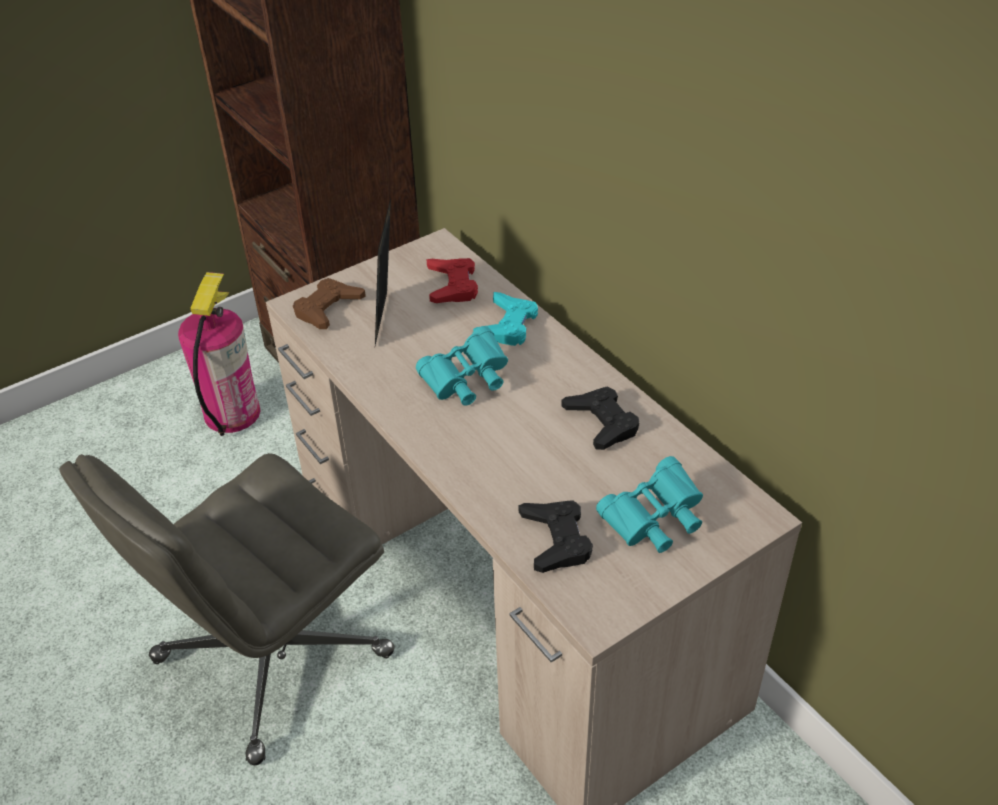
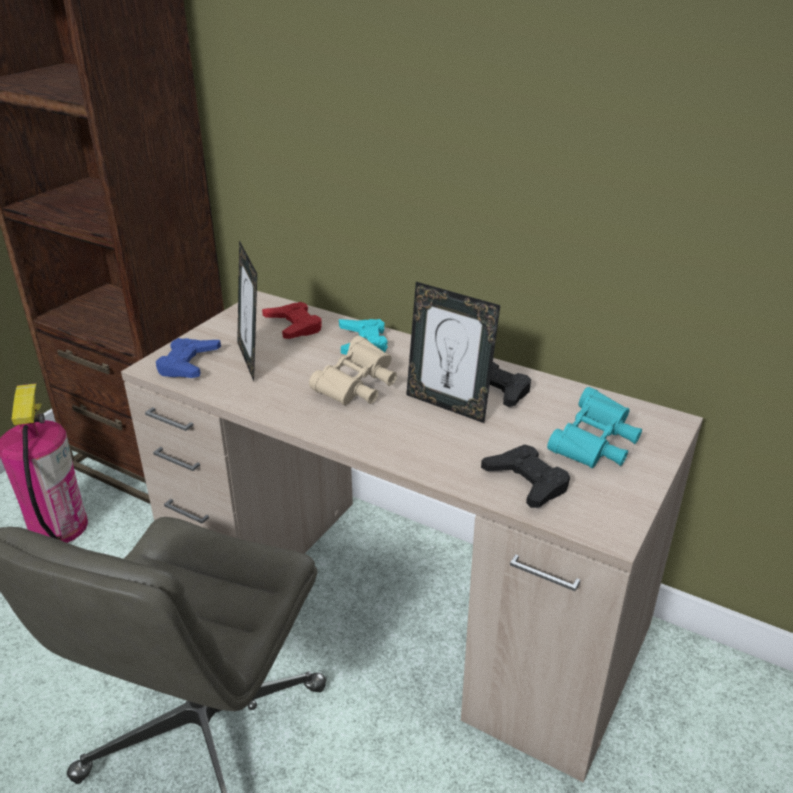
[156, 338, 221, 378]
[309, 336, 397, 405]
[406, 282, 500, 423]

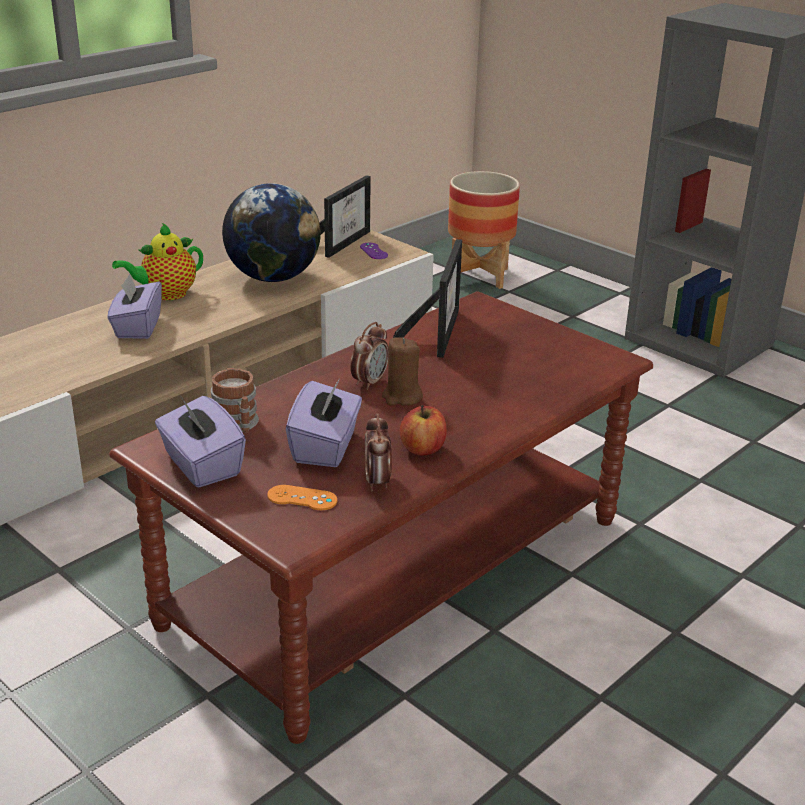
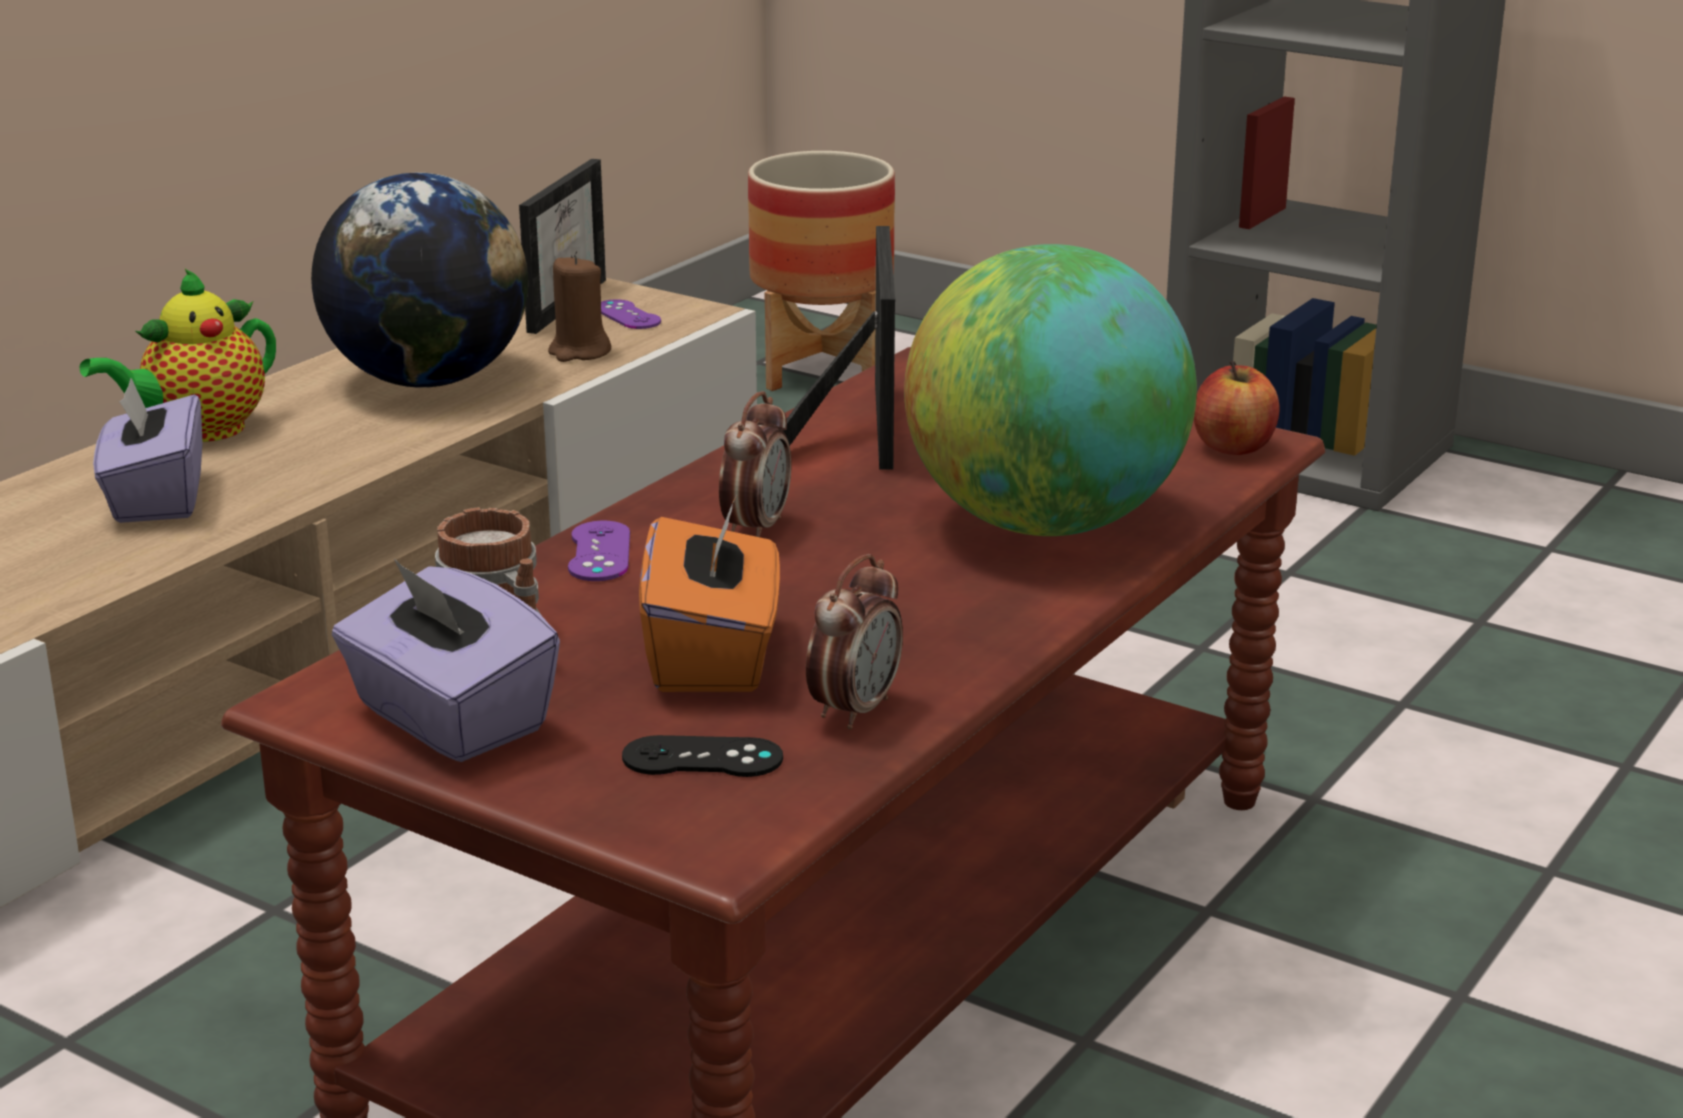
[548, 255, 611, 362]
[639, 496, 780, 692]
[1194, 361, 1279, 455]
[806, 554, 903, 730]
[622, 735, 783, 777]
[904, 244, 1197, 536]
[568, 521, 630, 581]

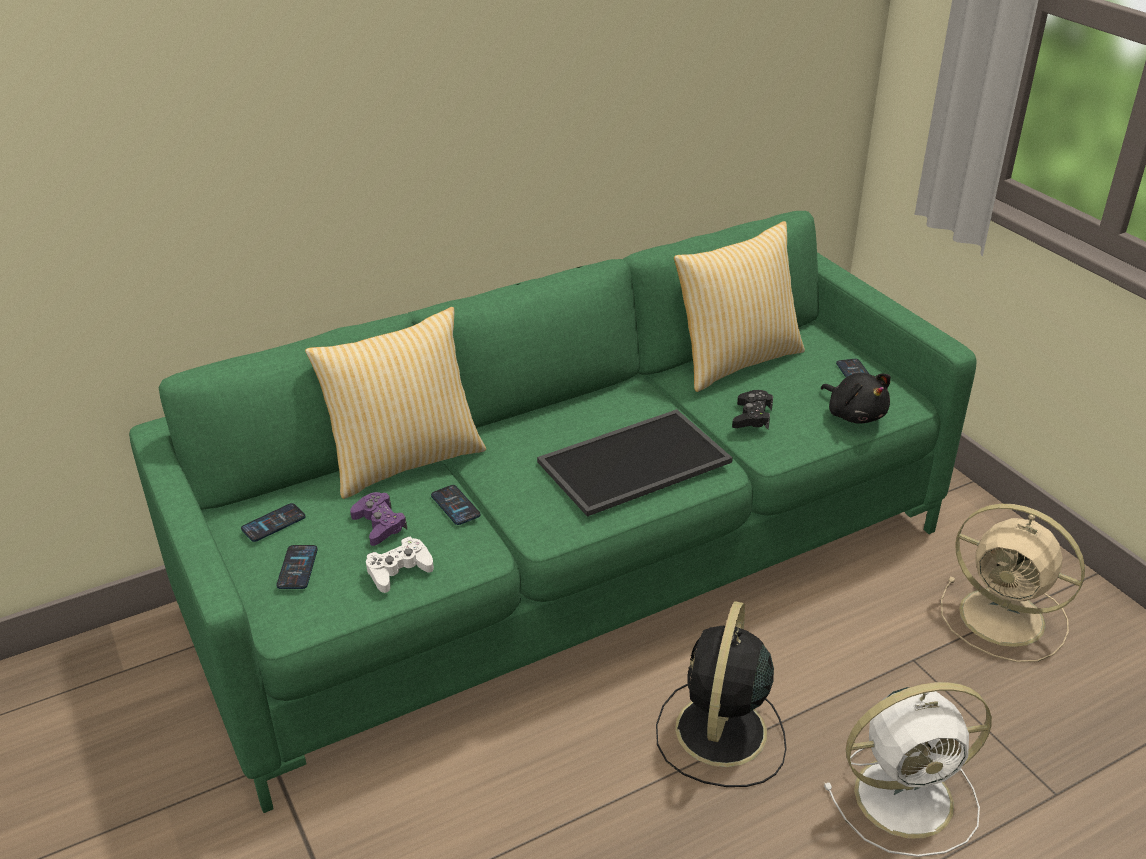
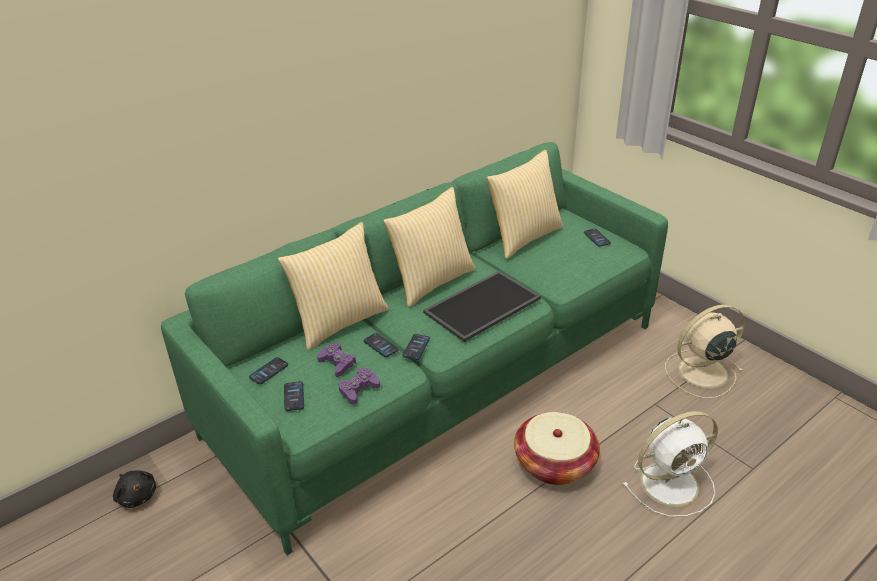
[113, 470, 156, 508]
[732, 390, 773, 429] (first image)
[665, 304, 745, 399]
[338, 368, 380, 405]
[514, 412, 600, 485]
[383, 187, 475, 307]
[403, 334, 430, 360]

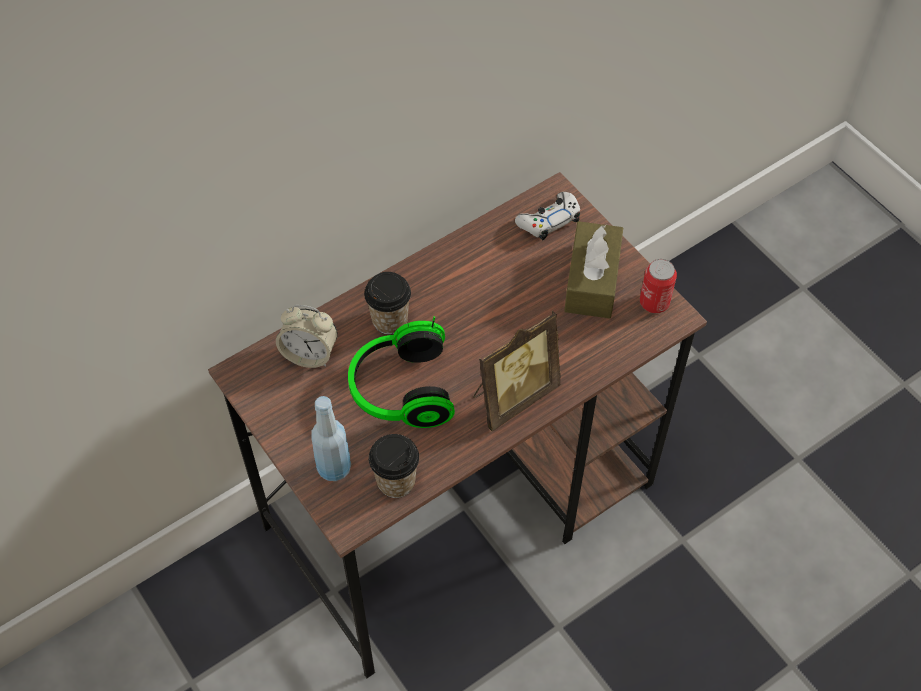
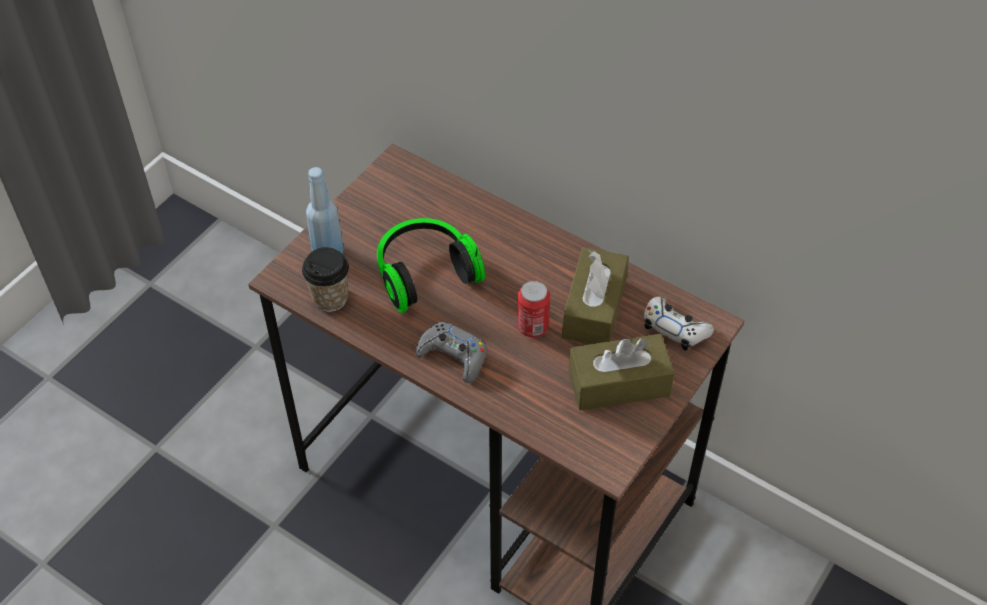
[517, 281, 550, 337]
[364, 272, 411, 335] (first image)
[276, 305, 338, 368] (first image)
[415, 322, 487, 383]
[562, 247, 629, 344]

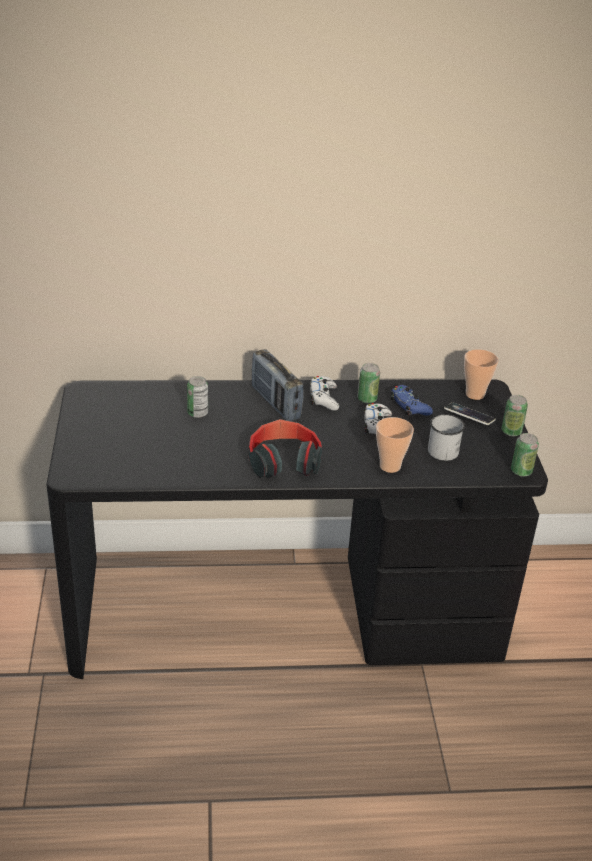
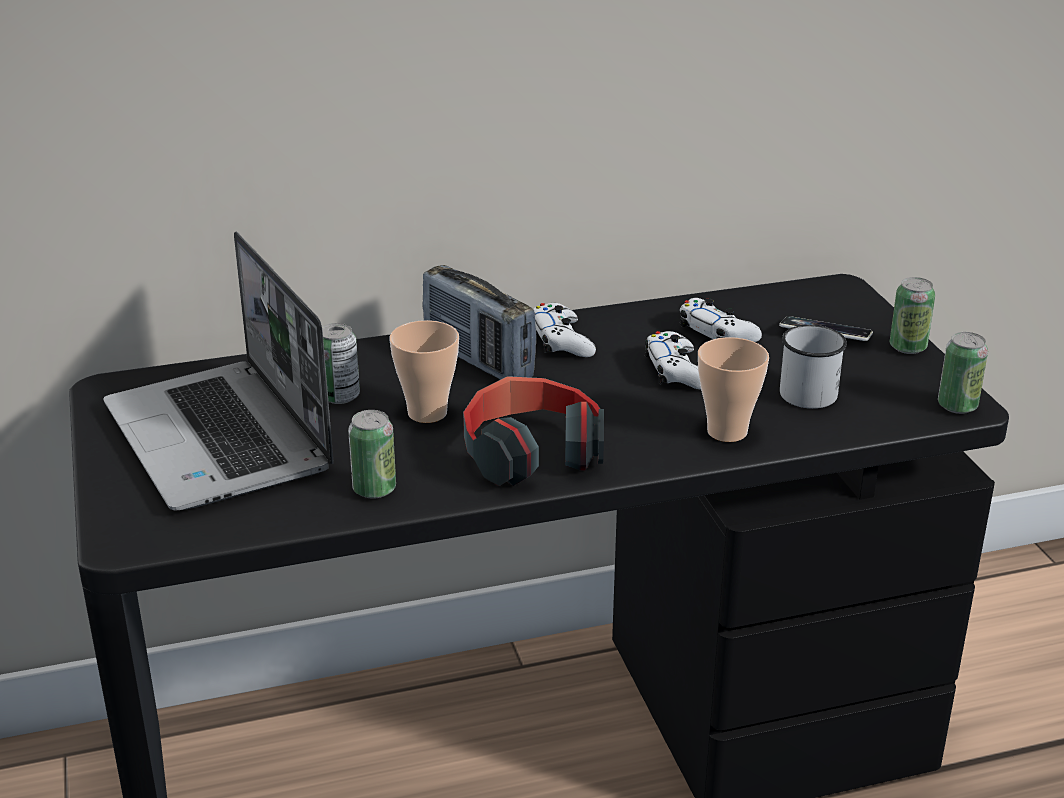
[390, 320, 459, 423]
[348, 410, 396, 499]
[680, 298, 762, 342]
[103, 231, 333, 511]

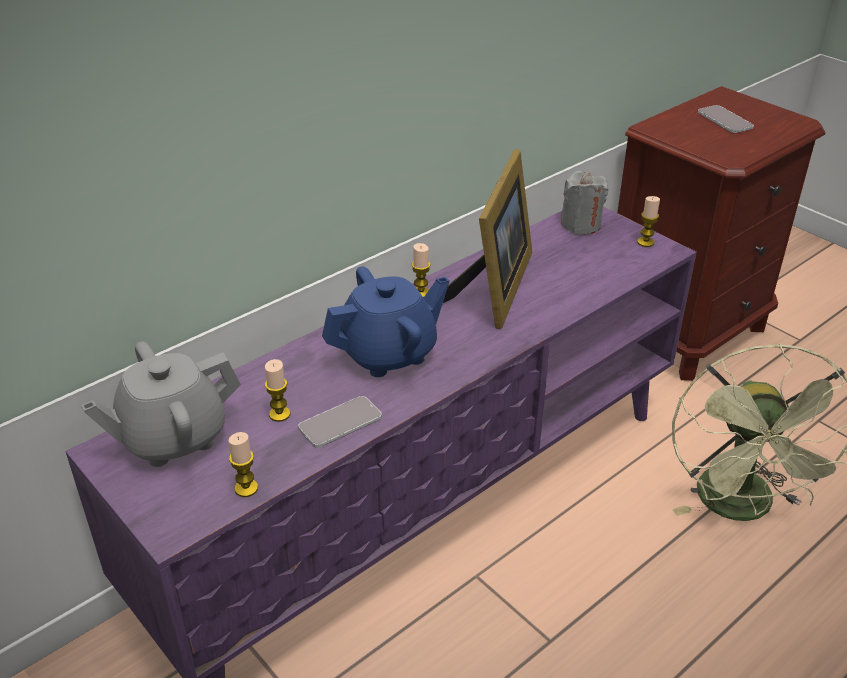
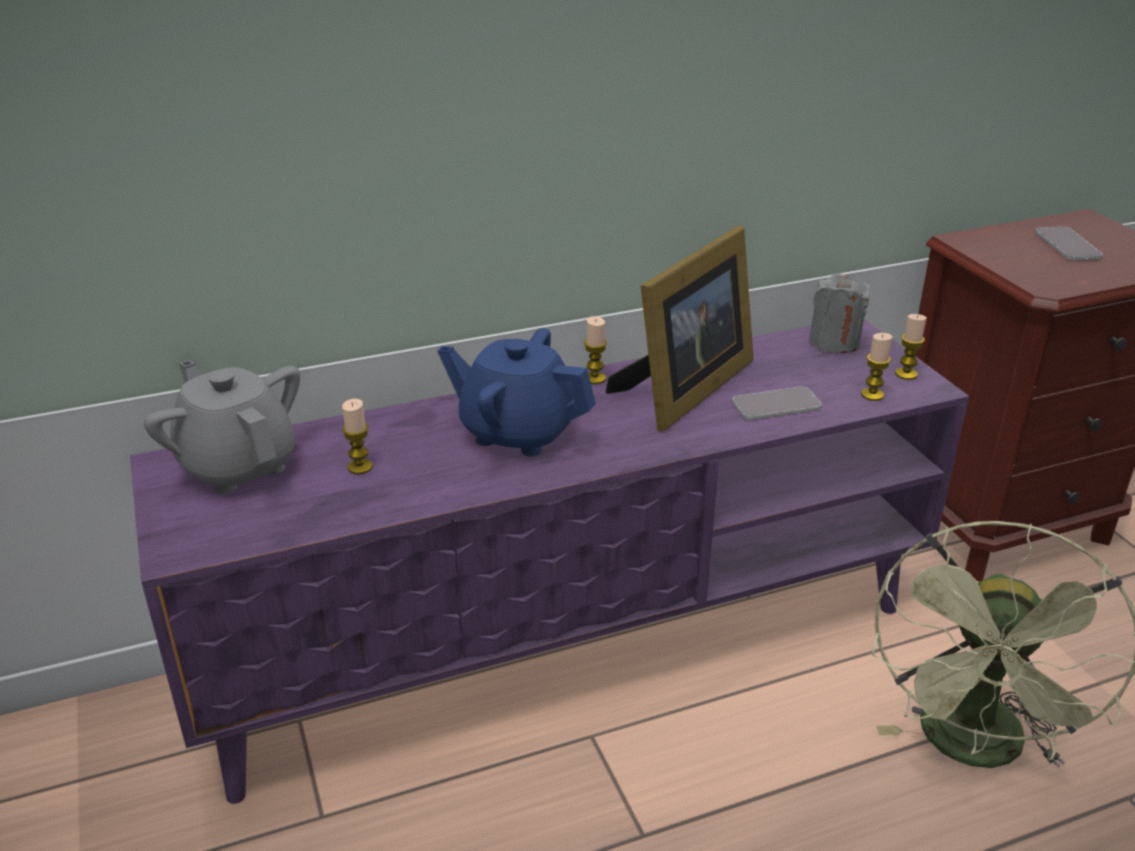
[437, 328, 596, 457]
[144, 360, 300, 494]
[732, 386, 822, 420]
[861, 333, 892, 401]

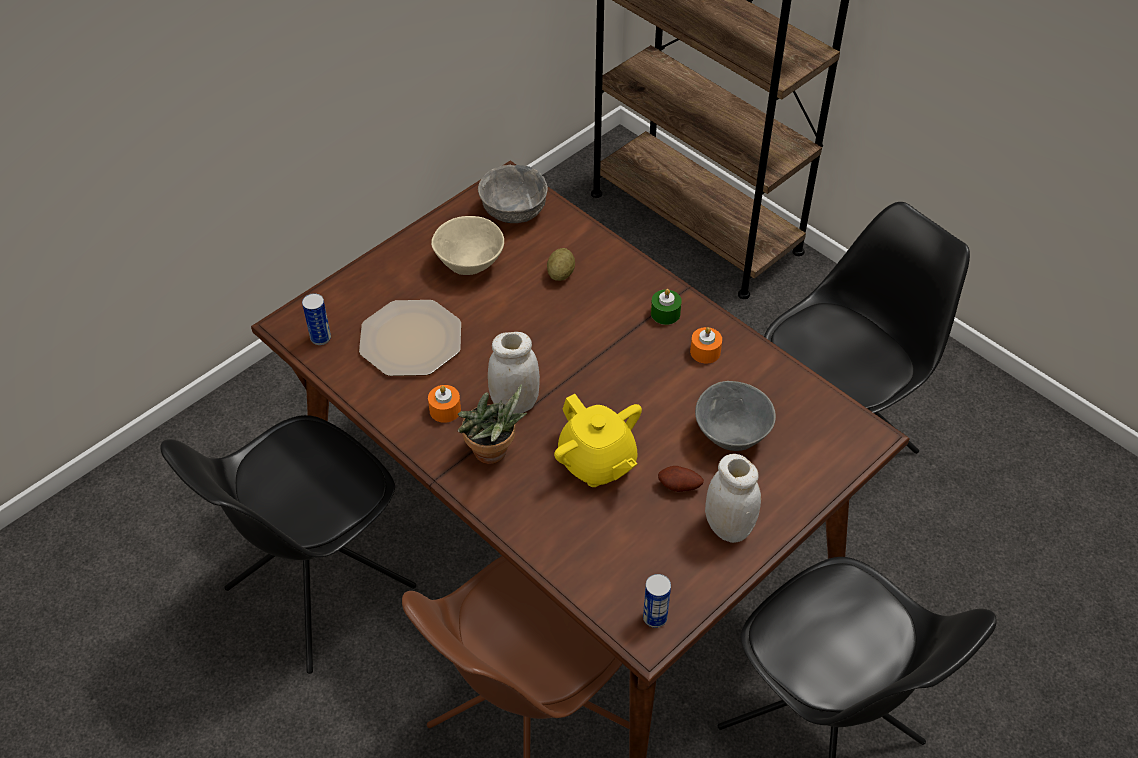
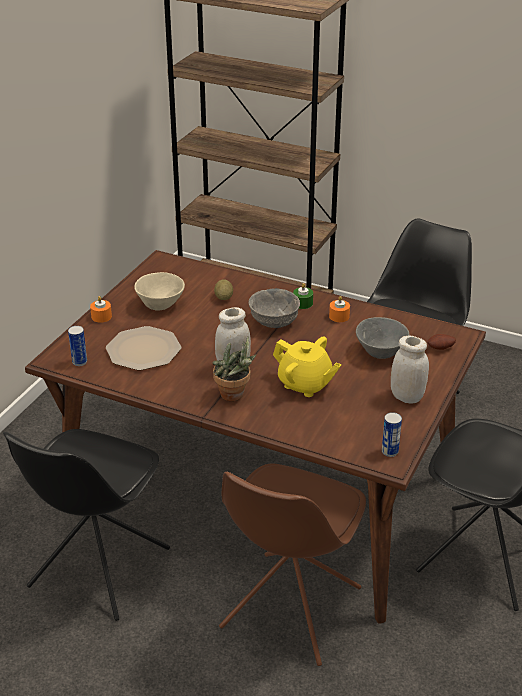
[249, 288, 300, 328]
[90, 296, 112, 323]
[427, 334, 456, 350]

